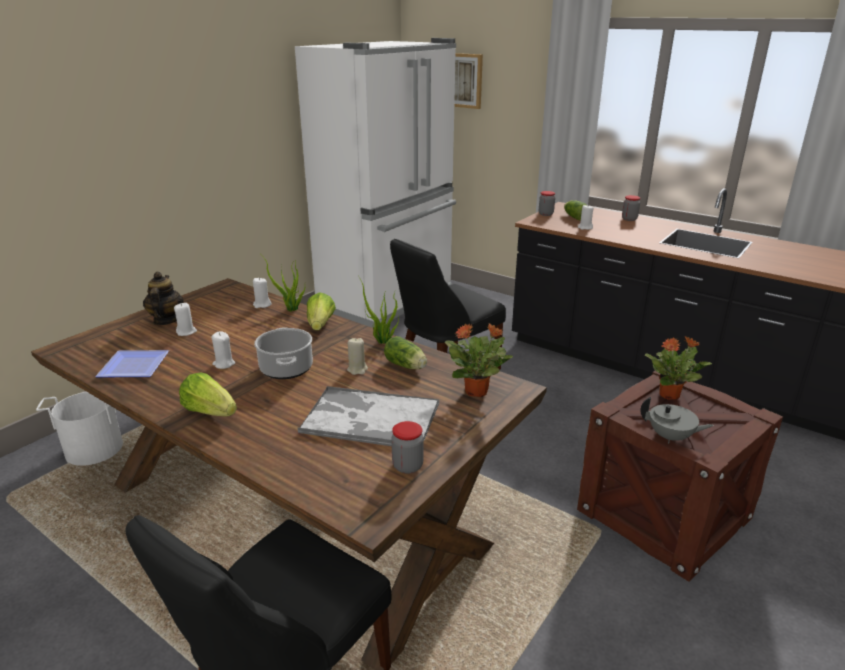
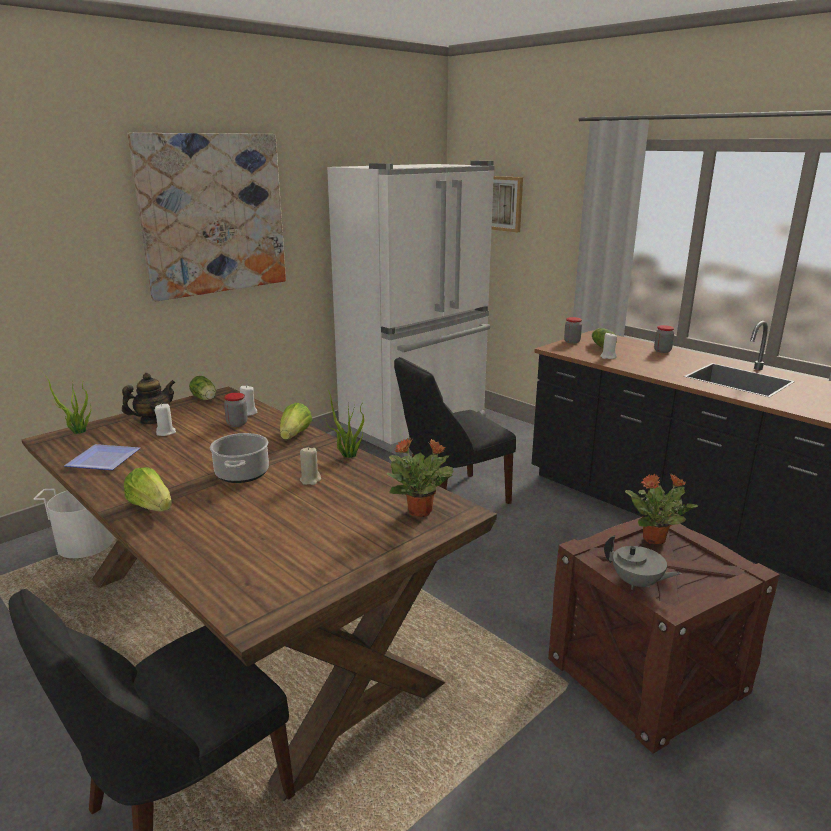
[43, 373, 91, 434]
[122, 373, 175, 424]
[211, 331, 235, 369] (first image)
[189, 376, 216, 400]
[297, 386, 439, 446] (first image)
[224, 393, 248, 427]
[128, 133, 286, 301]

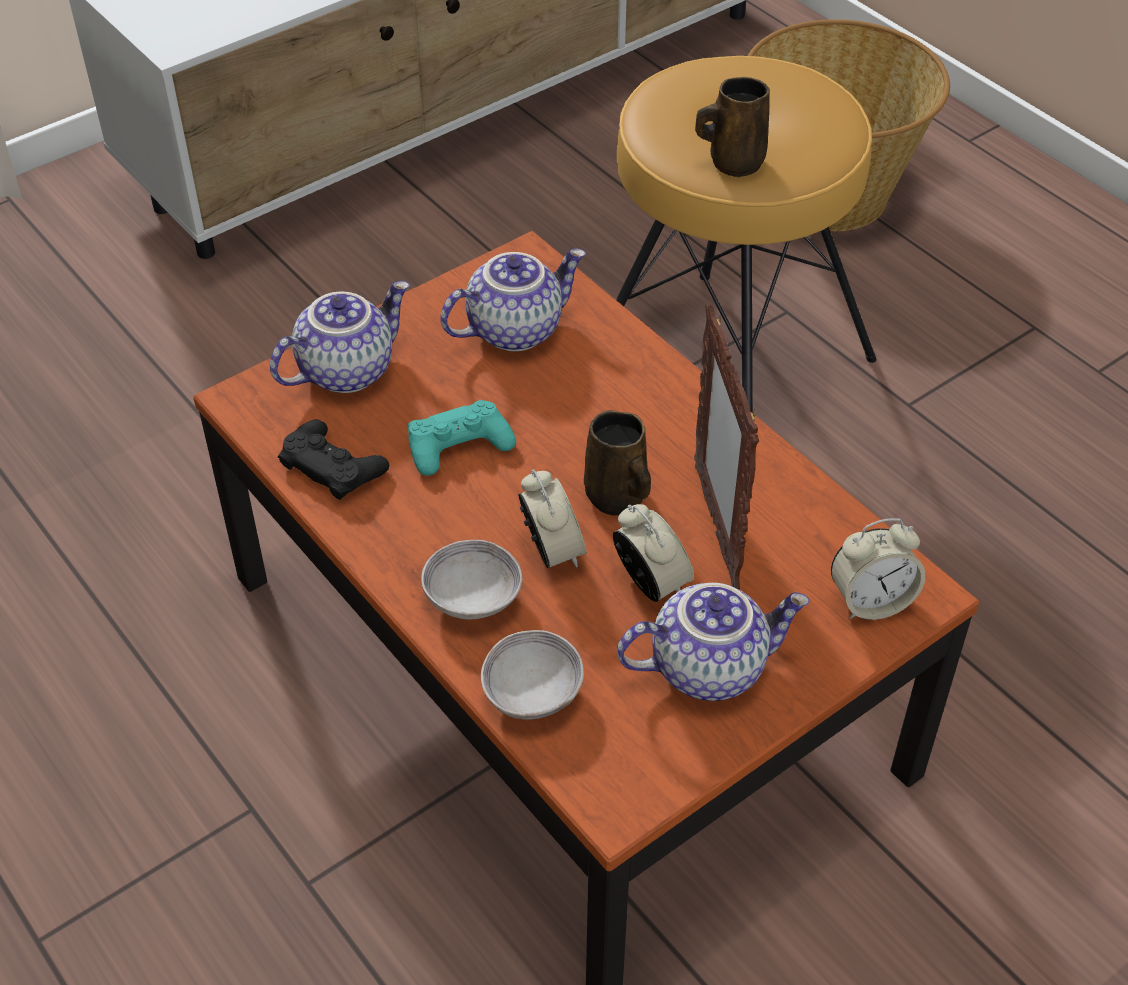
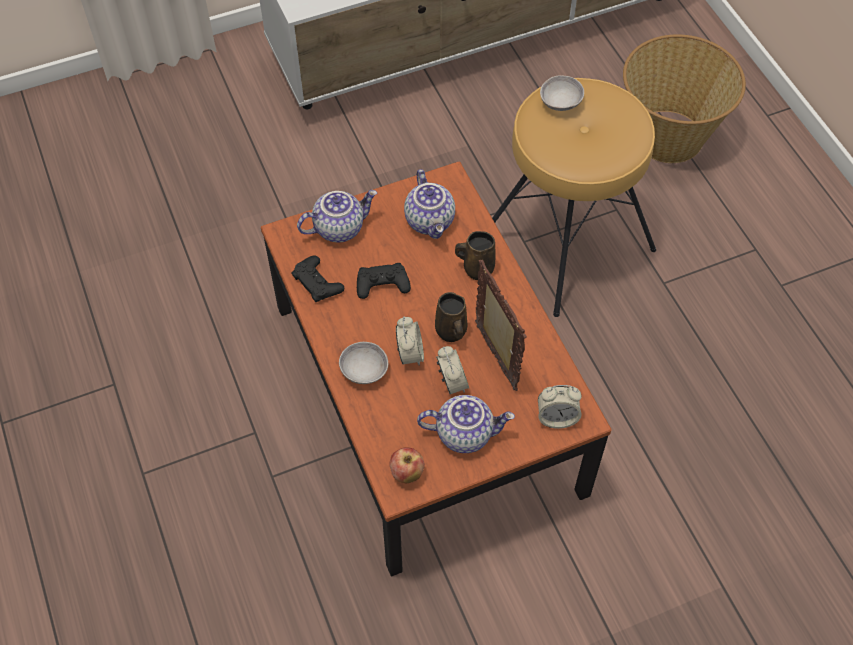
[455, 231, 496, 280]
[404, 169, 455, 239]
[475, 260, 527, 391]
[357, 263, 411, 299]
[540, 75, 584, 111]
[389, 447, 425, 484]

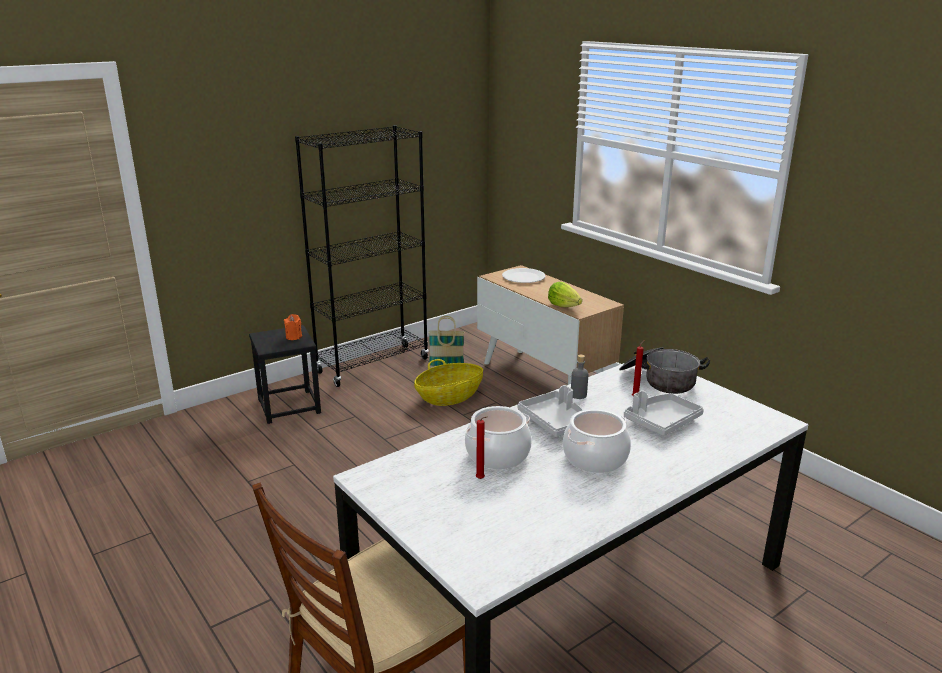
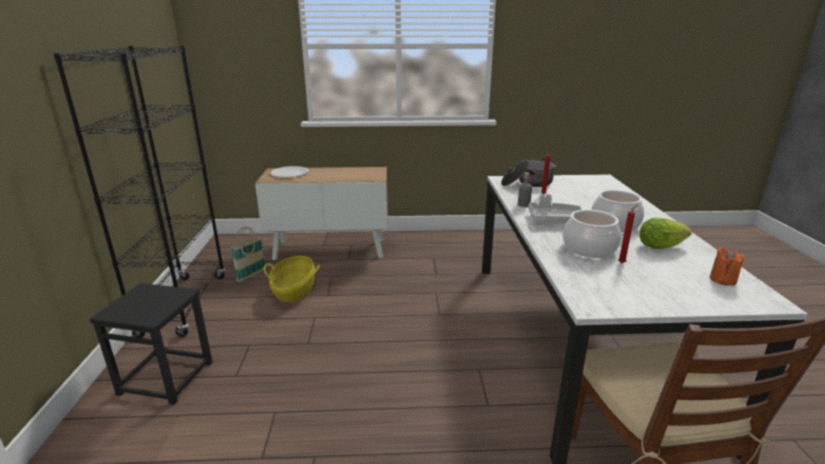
[639, 218, 692, 249]
[710, 247, 744, 286]
[624, 390, 704, 436] (first image)

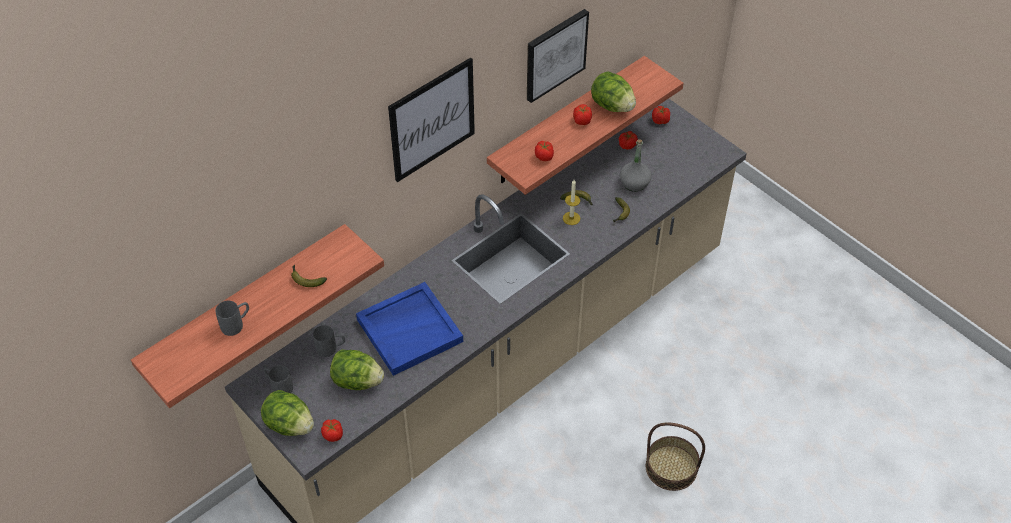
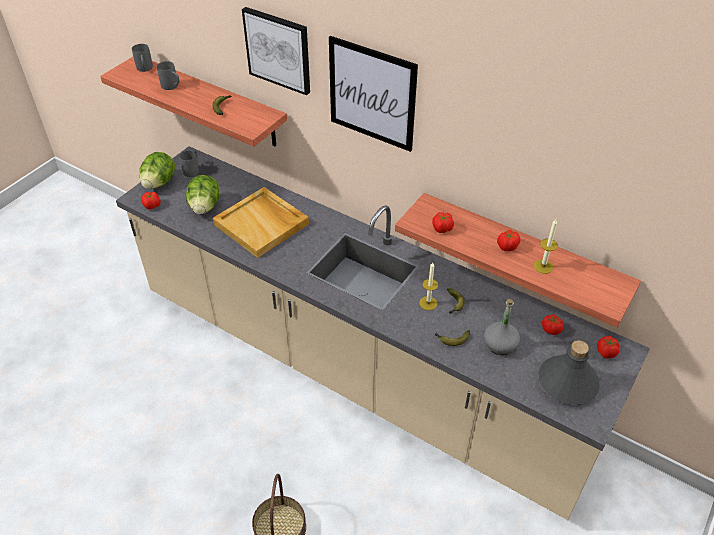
[242, 7, 310, 95]
[533, 219, 558, 274]
[213, 187, 309, 258]
[132, 44, 153, 72]
[539, 340, 600, 405]

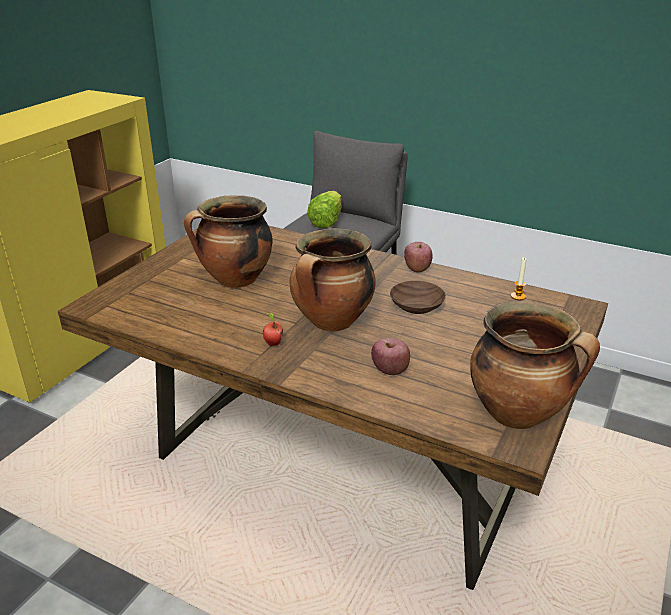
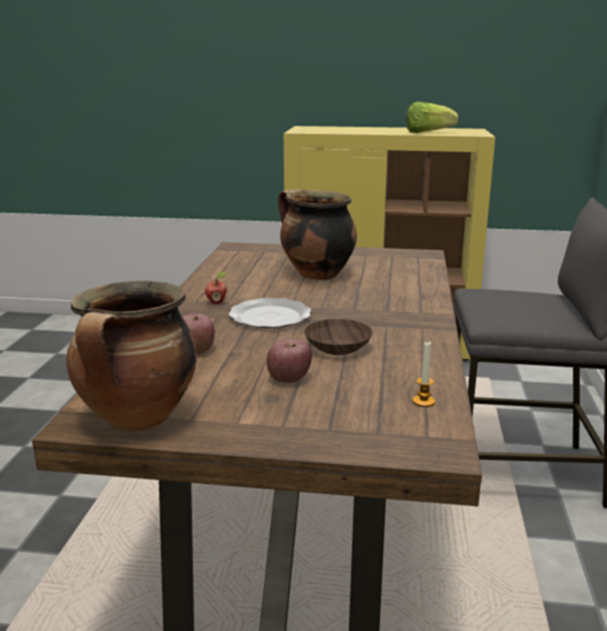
[406, 102, 458, 133]
[229, 298, 311, 328]
[267, 339, 312, 383]

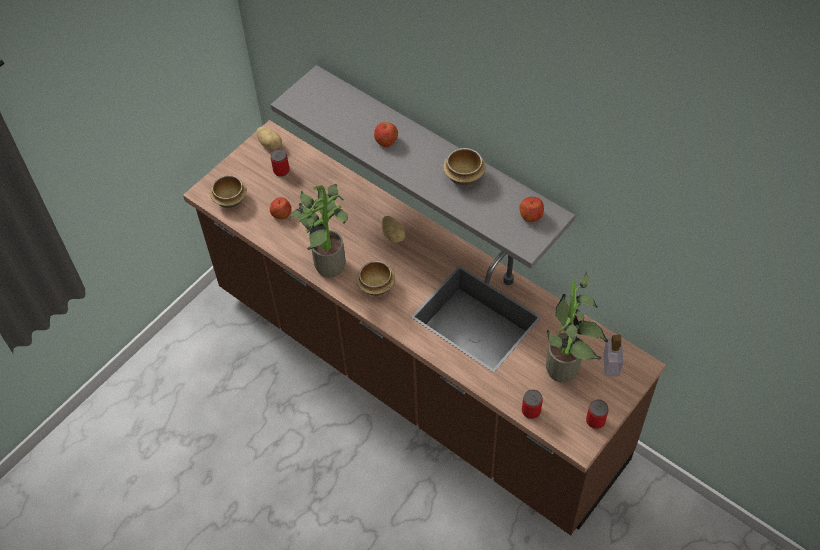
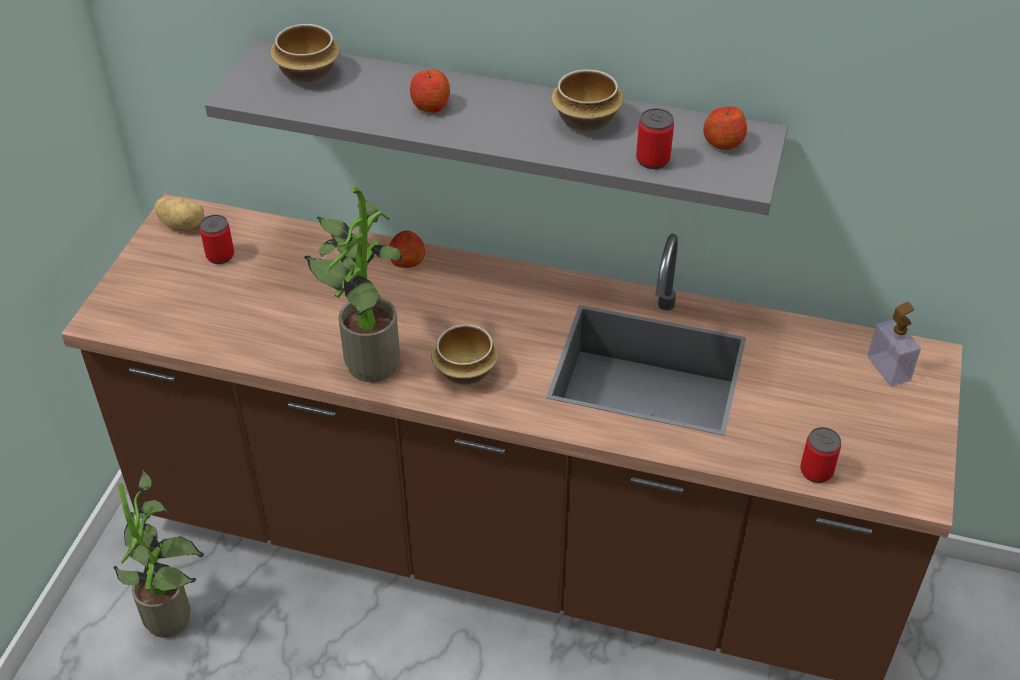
[270, 24, 340, 84]
[389, 230, 425, 268]
[382, 216, 405, 242] (first image)
[113, 470, 204, 638]
[636, 108, 674, 169]

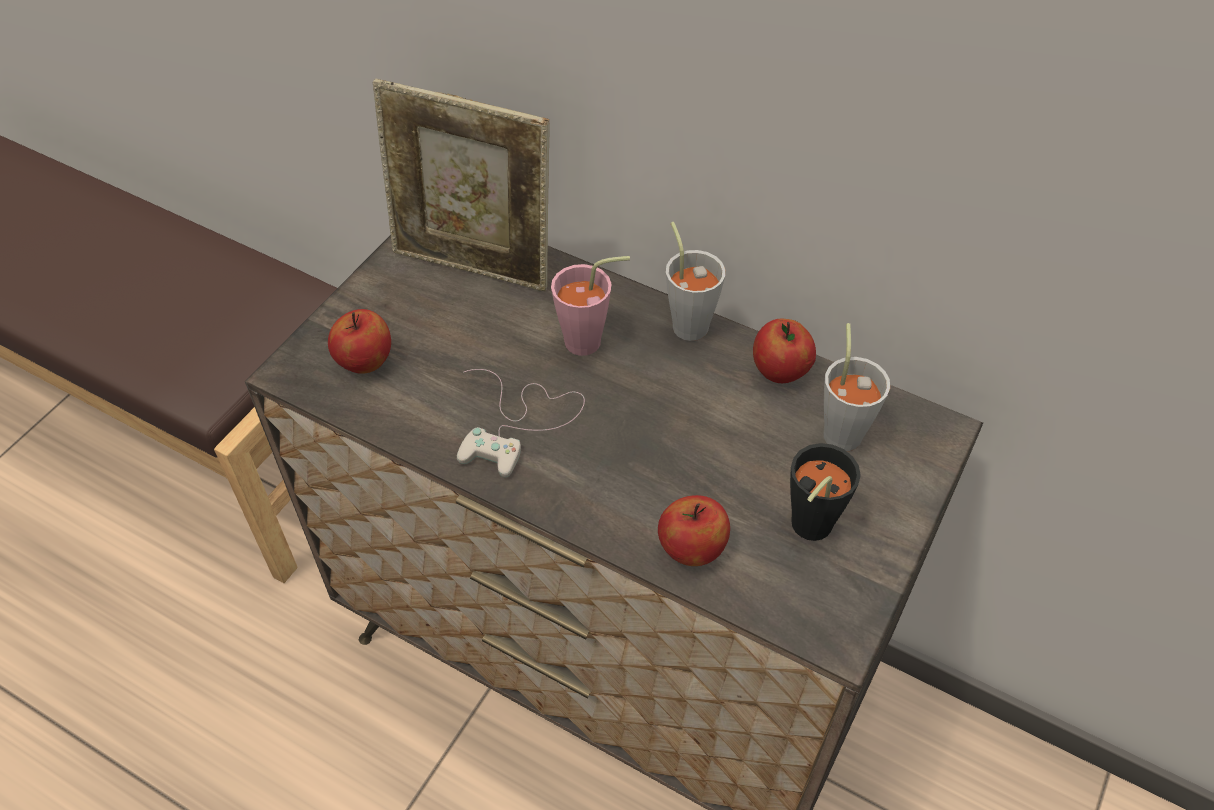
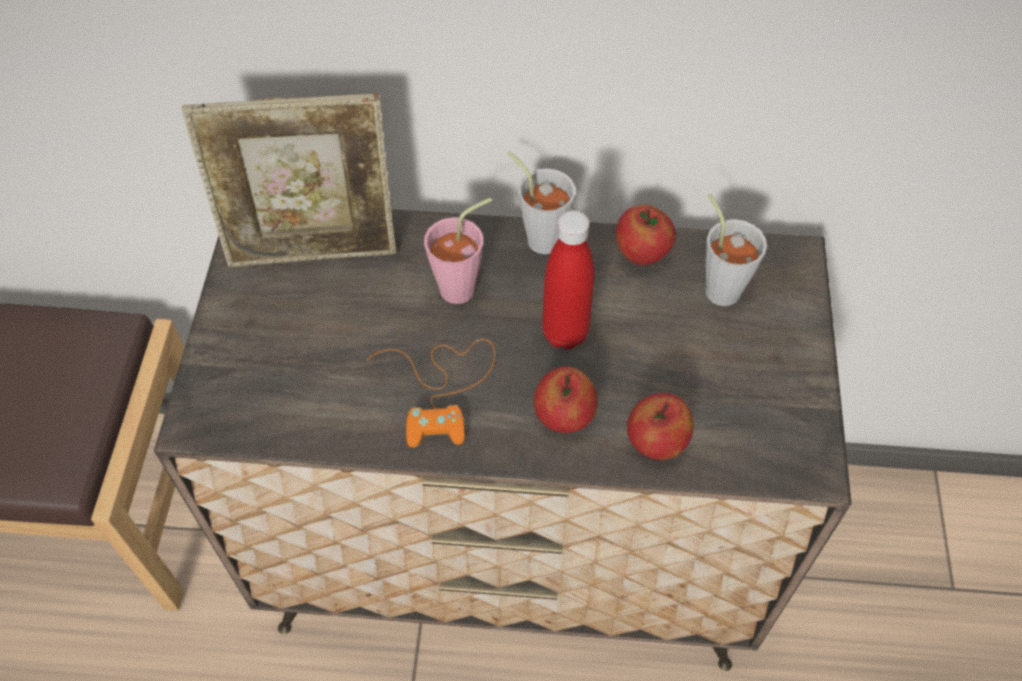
[534, 366, 598, 433]
[367, 339, 495, 448]
[790, 443, 861, 541] (first image)
[542, 210, 594, 349]

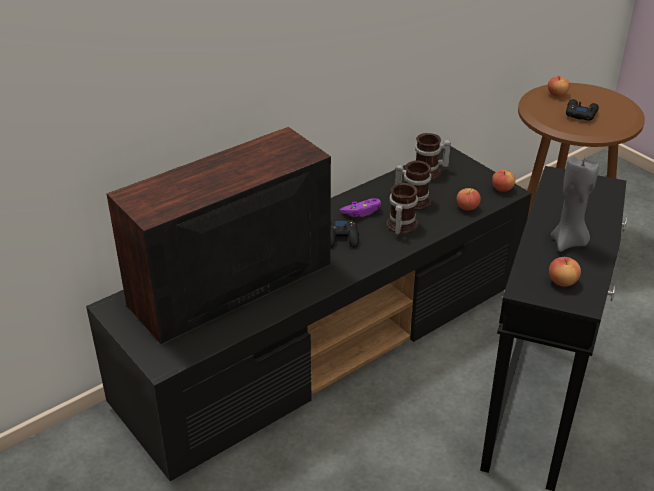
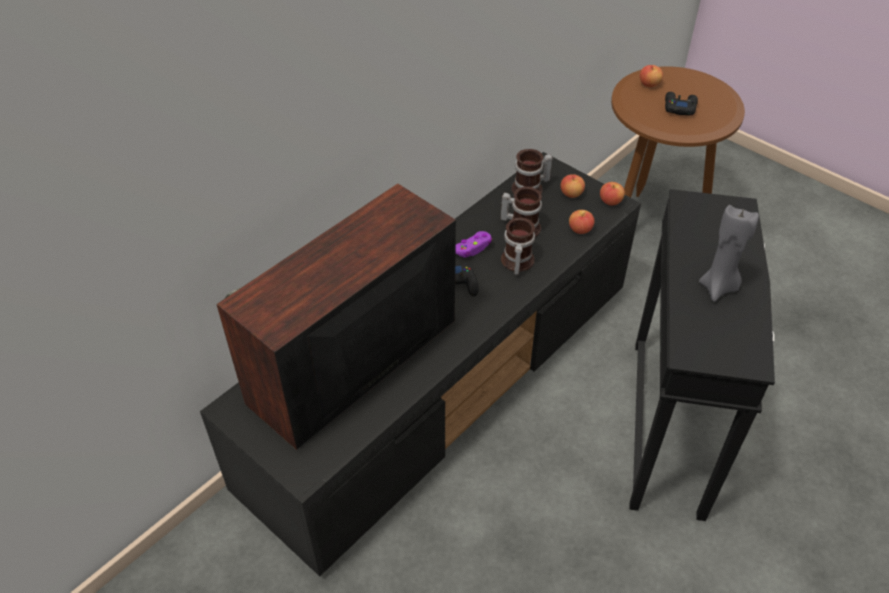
[561, 174, 585, 198]

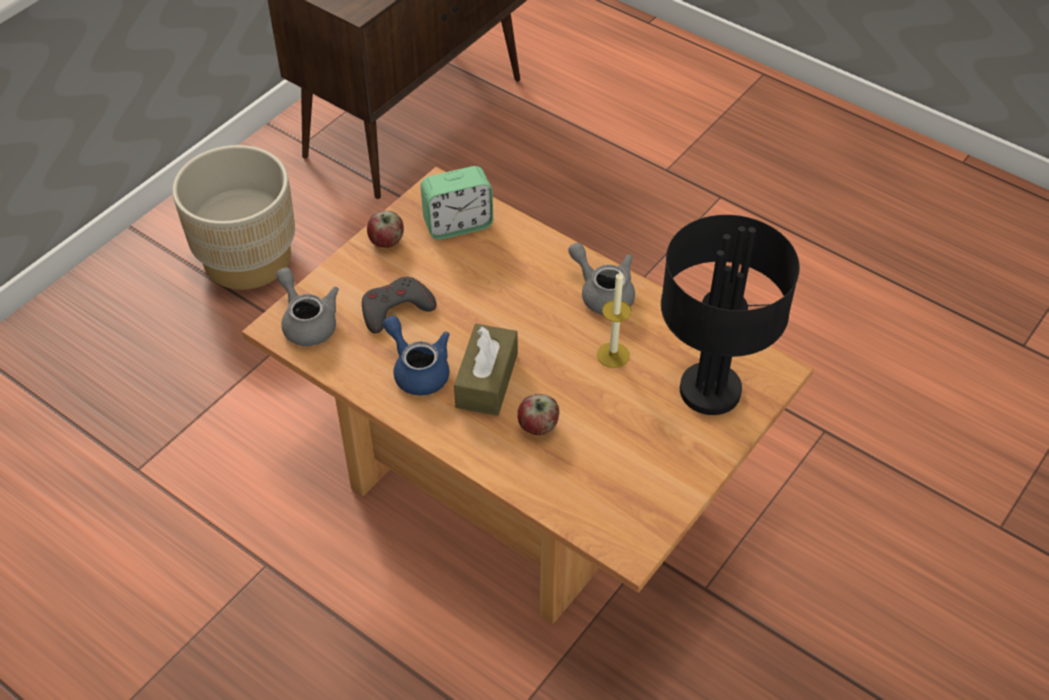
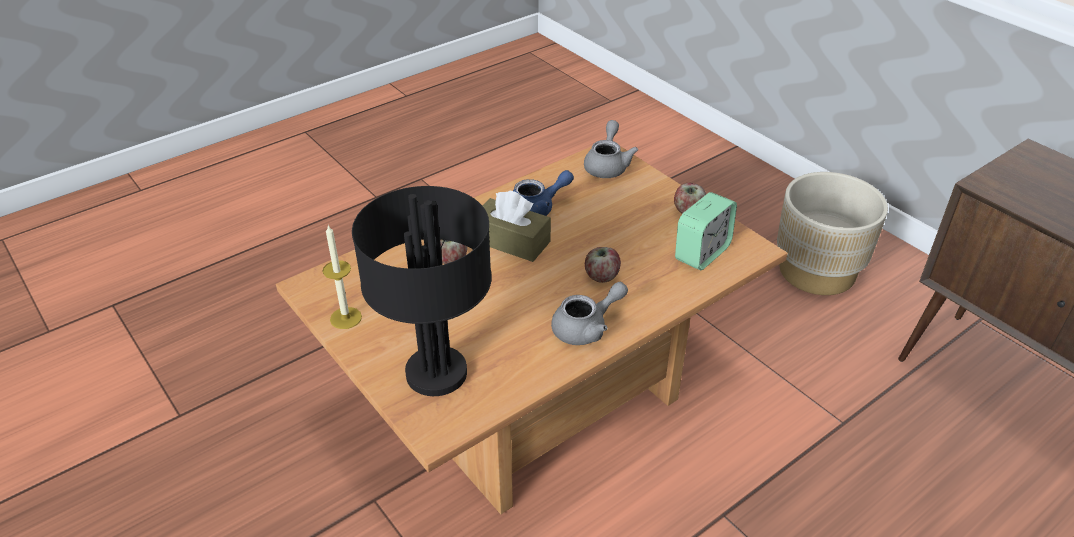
[675, 192, 737, 270]
[584, 120, 638, 178]
[323, 225, 362, 329]
[362, 277, 437, 334] (first image)
[585, 247, 621, 283]

